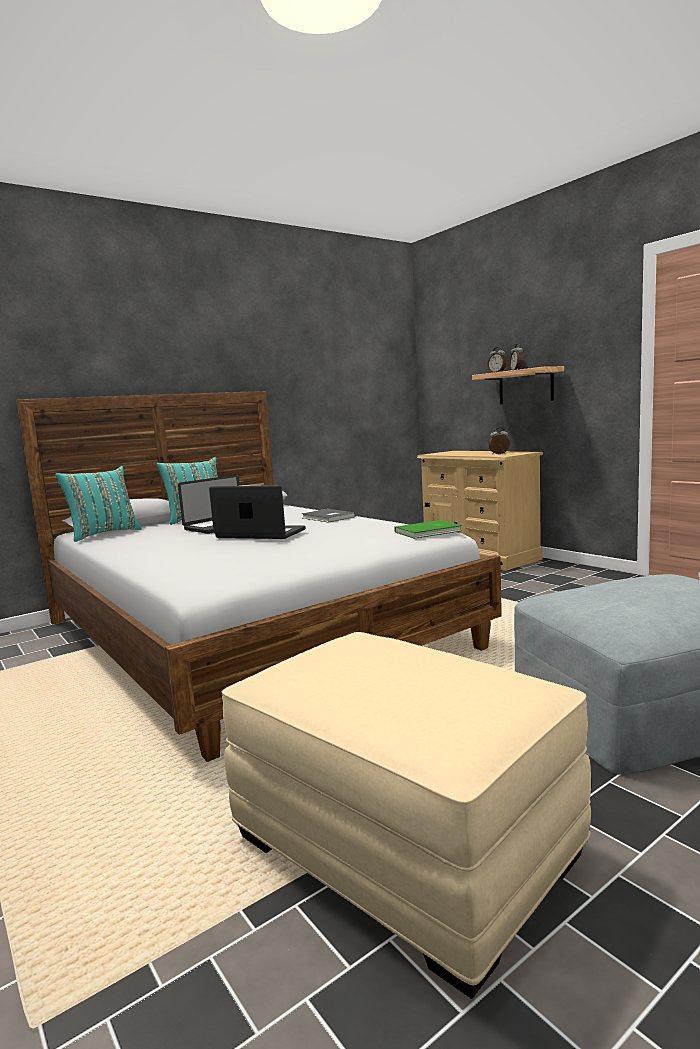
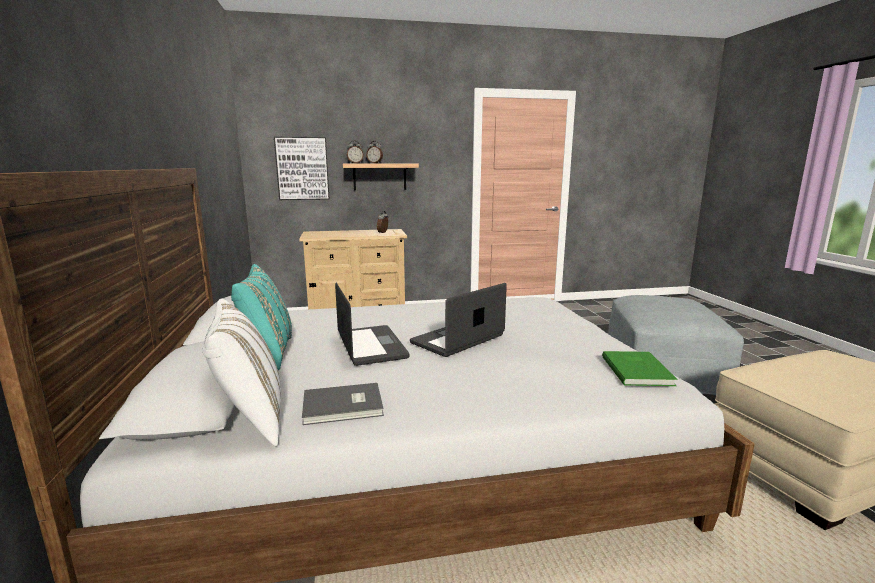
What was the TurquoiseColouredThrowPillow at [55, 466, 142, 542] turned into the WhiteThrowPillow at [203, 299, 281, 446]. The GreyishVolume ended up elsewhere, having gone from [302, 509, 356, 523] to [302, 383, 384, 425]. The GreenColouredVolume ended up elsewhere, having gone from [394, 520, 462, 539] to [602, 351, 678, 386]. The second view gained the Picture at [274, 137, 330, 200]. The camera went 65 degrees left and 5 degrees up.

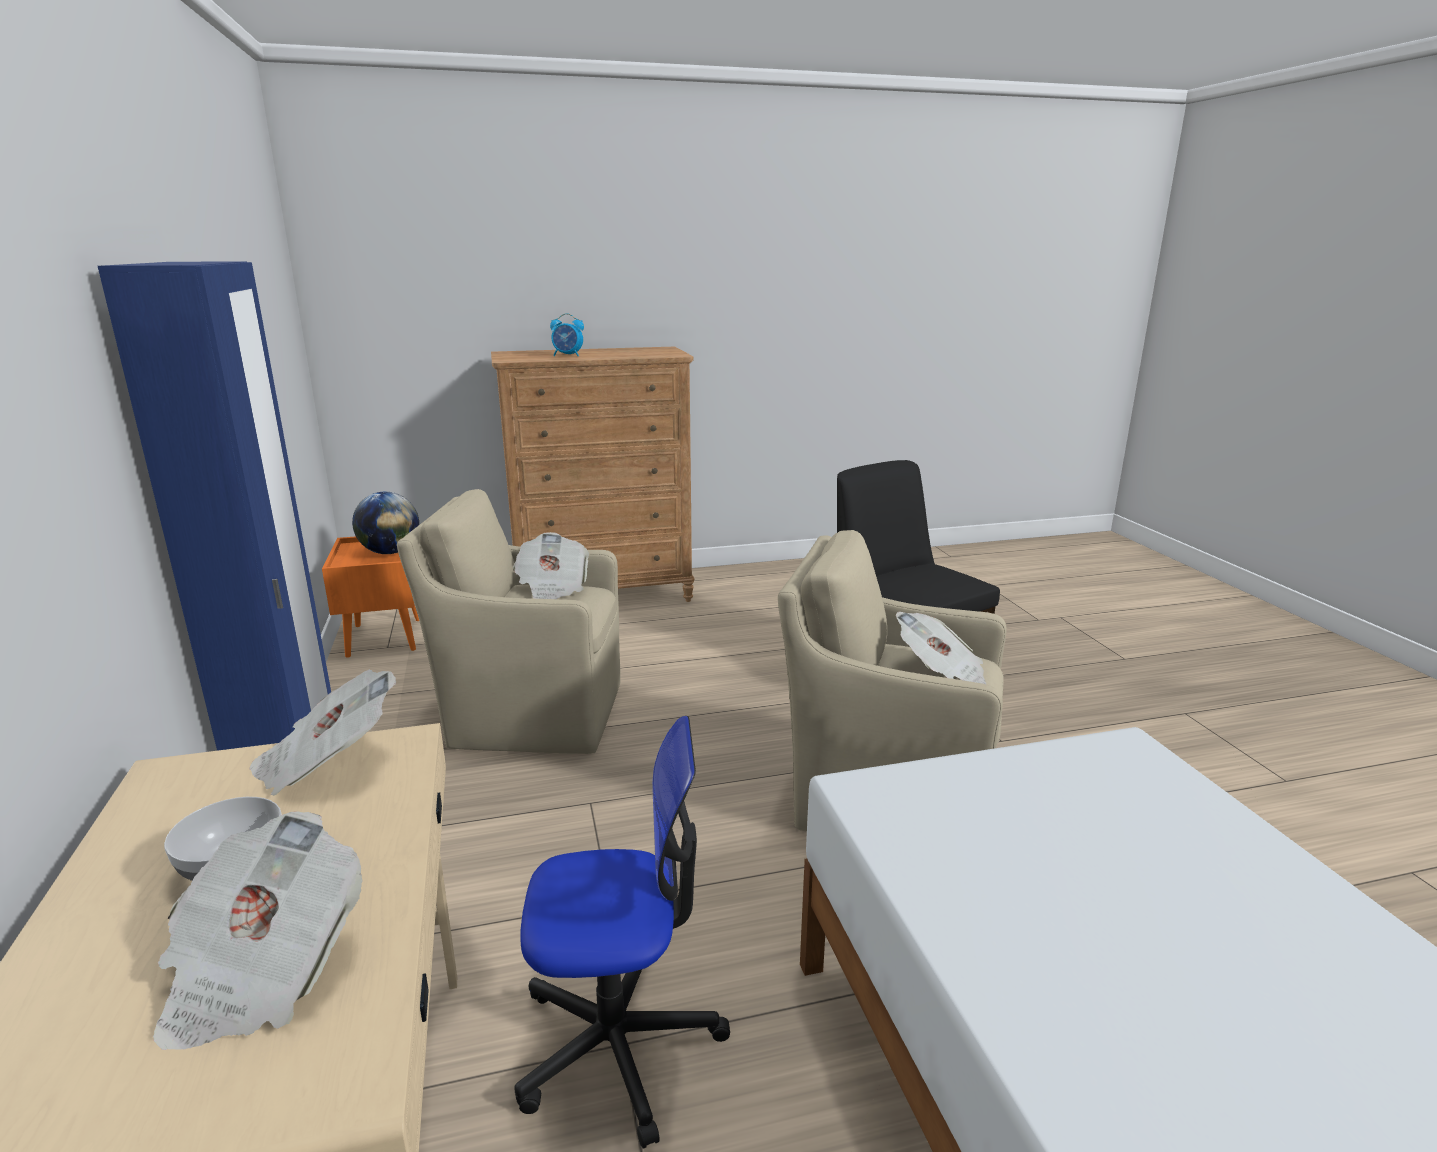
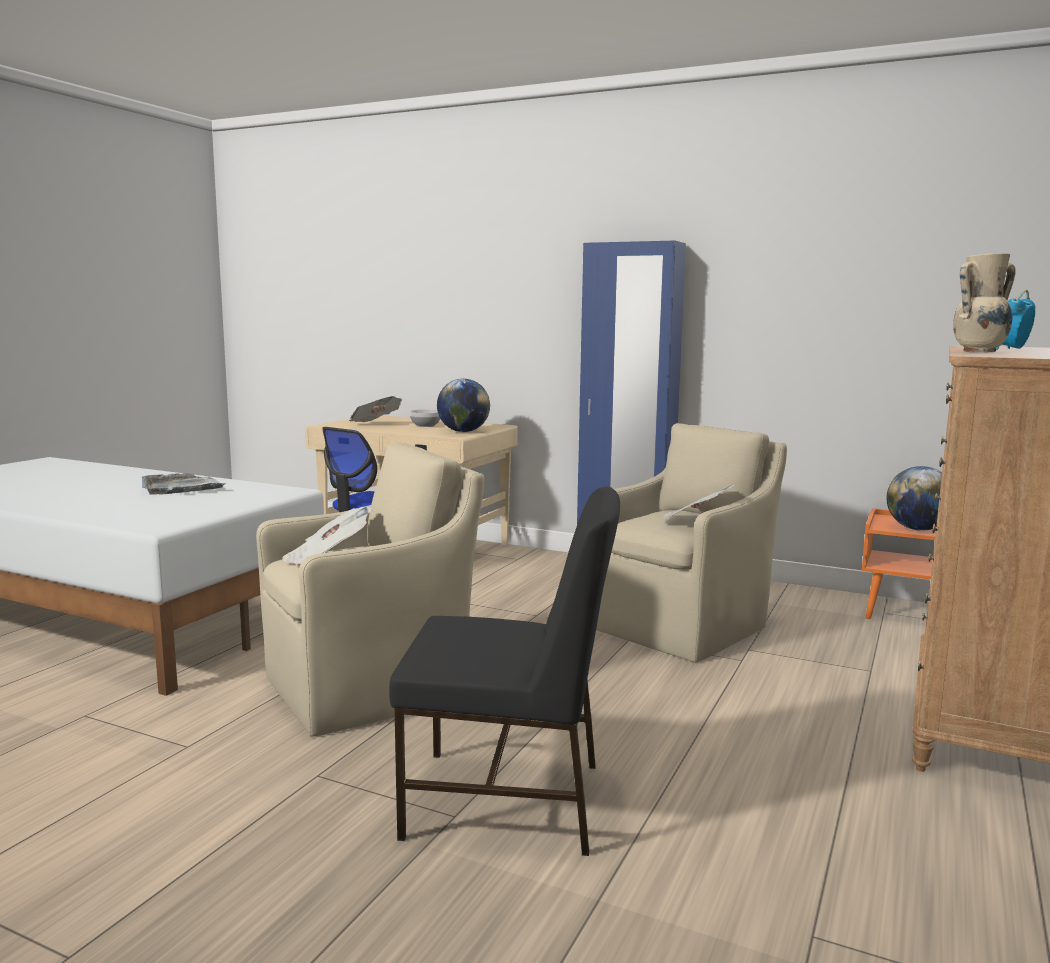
Where the PrintedPaper stood at [249, 669, 396, 796], the DeskGlobe came to stand at [437, 379, 490, 432]. The second view gained the BeigeFlowerVase at [953, 253, 1016, 352]. The second view gained the GreyishServingTray at [142, 473, 225, 495]. The camera went 130 degrees right and 10 degrees down.

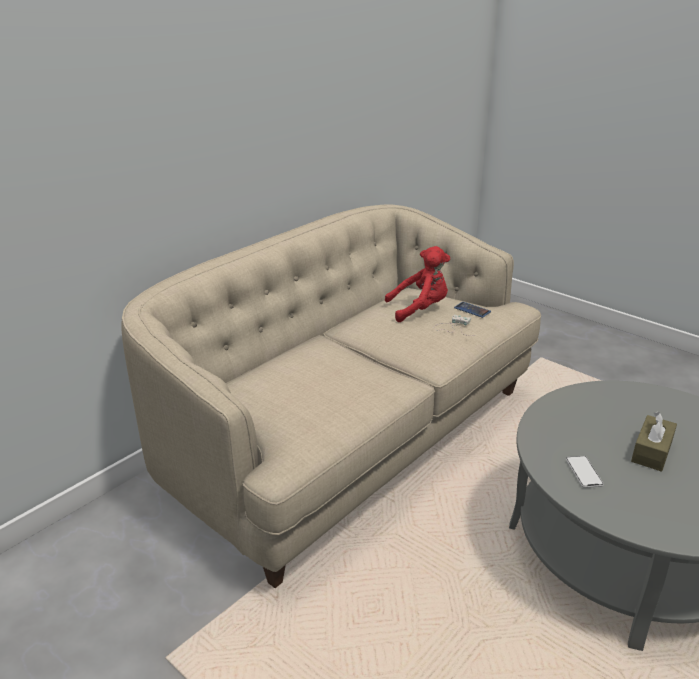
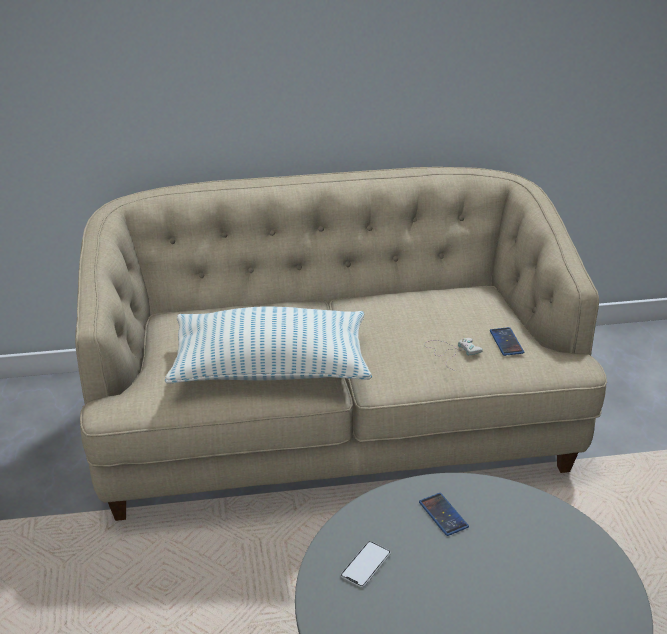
The second view lost the ReddishCuddlyToy at [385, 246, 450, 322]. The second view lost the BrownColouredBoxOfTissues at [631, 412, 677, 472]. The second view gained the ThrowPillow at [165, 306, 372, 384]. The second view gained the Telephone at [419, 493, 469, 536]. The camera went 40 degrees right and 5 degrees up.

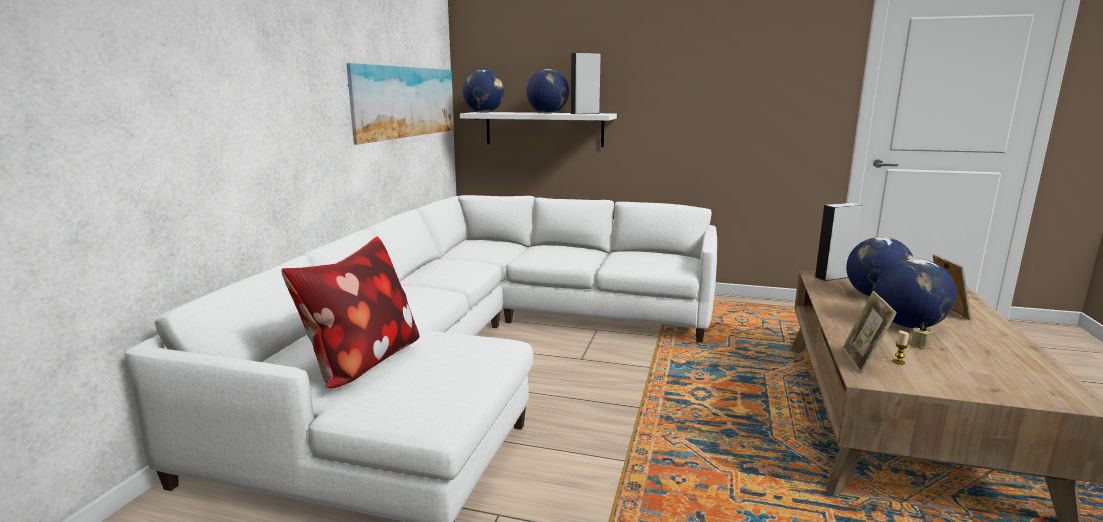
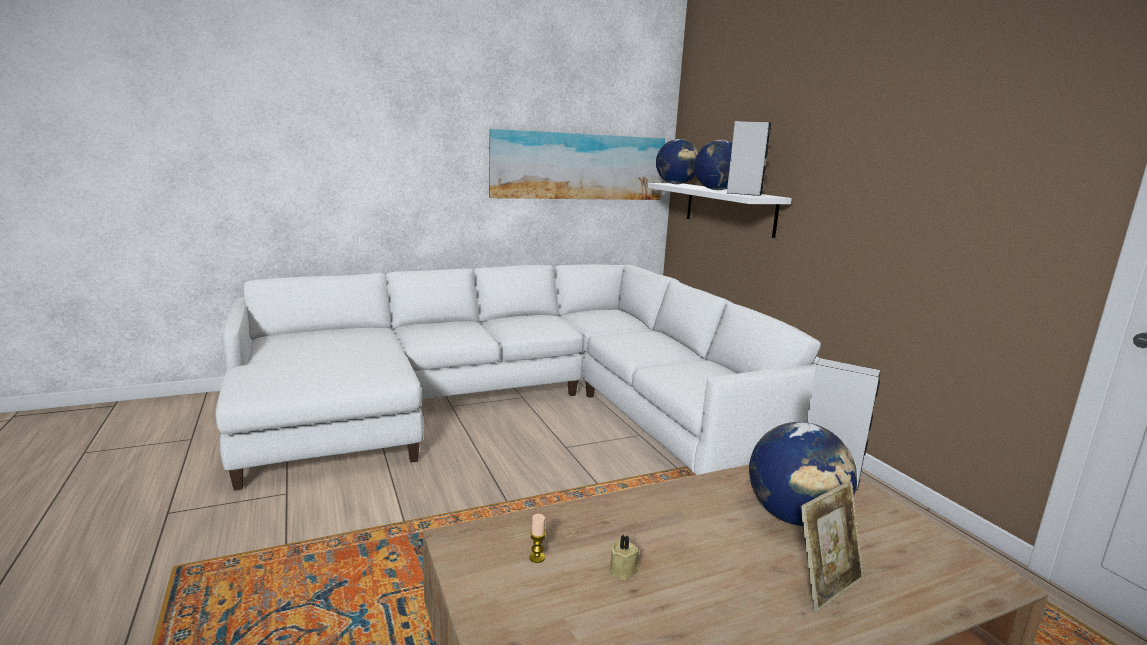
The second view lost the ThrowPillow at [281, 236, 420, 388]. The second view lost the DeskGlobe at [875, 258, 956, 328]. The second view lost the PhotoFrame at [842, 291, 897, 374]. The camera went 50 degrees right and 0 degrees up.

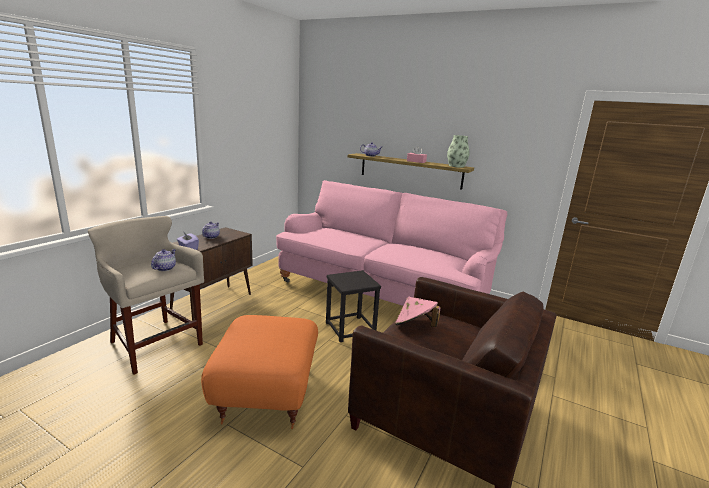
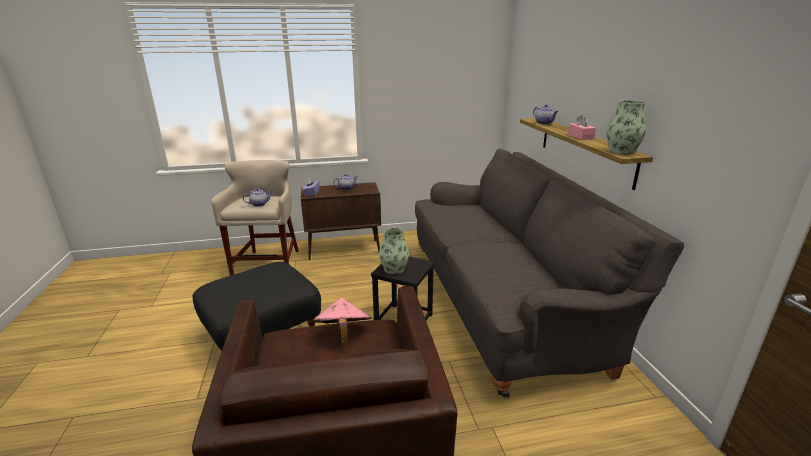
What was the PinkColouredCouch at [276, 180, 507, 306] turned into the GreyishCouch at [415, 148, 684, 399]. What was the OrangeColouredFootrest at [201, 315, 318, 429] turned into the BlackishFootrest at [192, 262, 321, 350]. The second view gained the FlowerVase at [379, 228, 409, 274]. The camera went 50 degrees right and 5 degrees up.

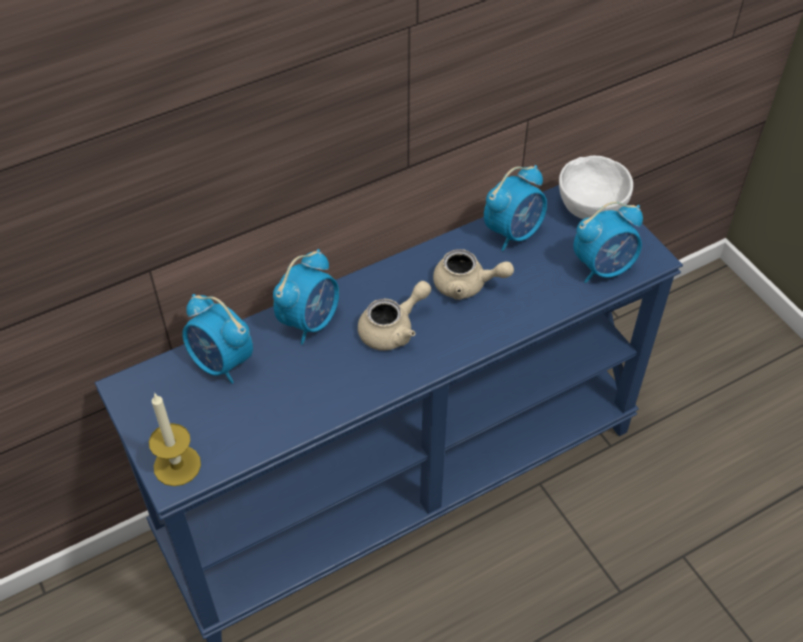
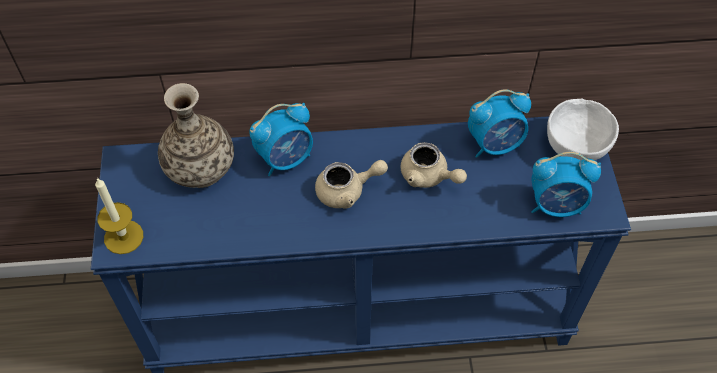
Where the TableClock stood at [182, 294, 253, 384], the FlowerVase came to stand at [158, 83, 234, 188]. The camera went 25 degrees right and 5 degrees up.

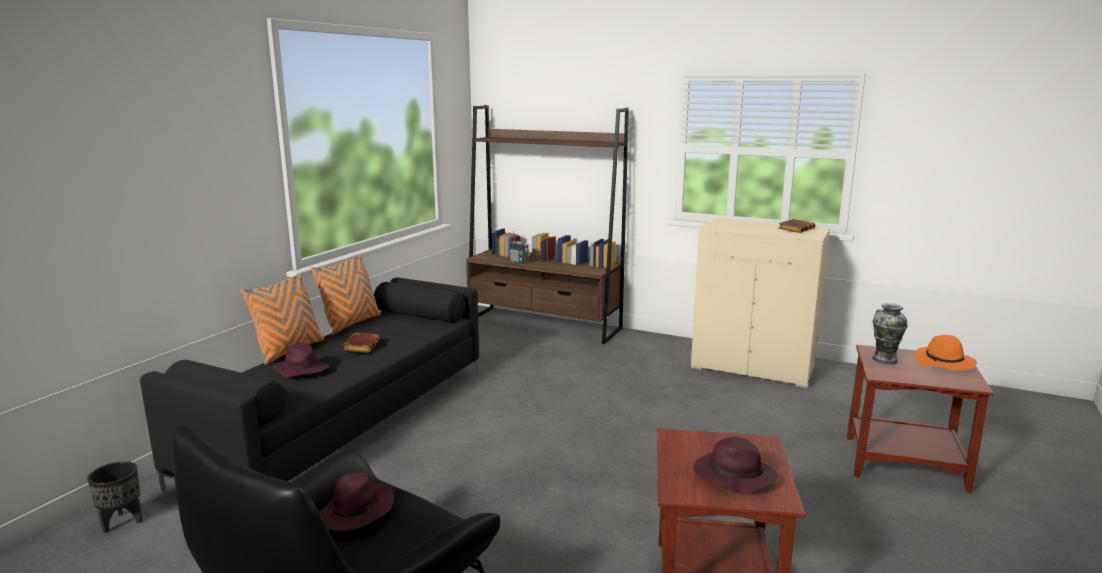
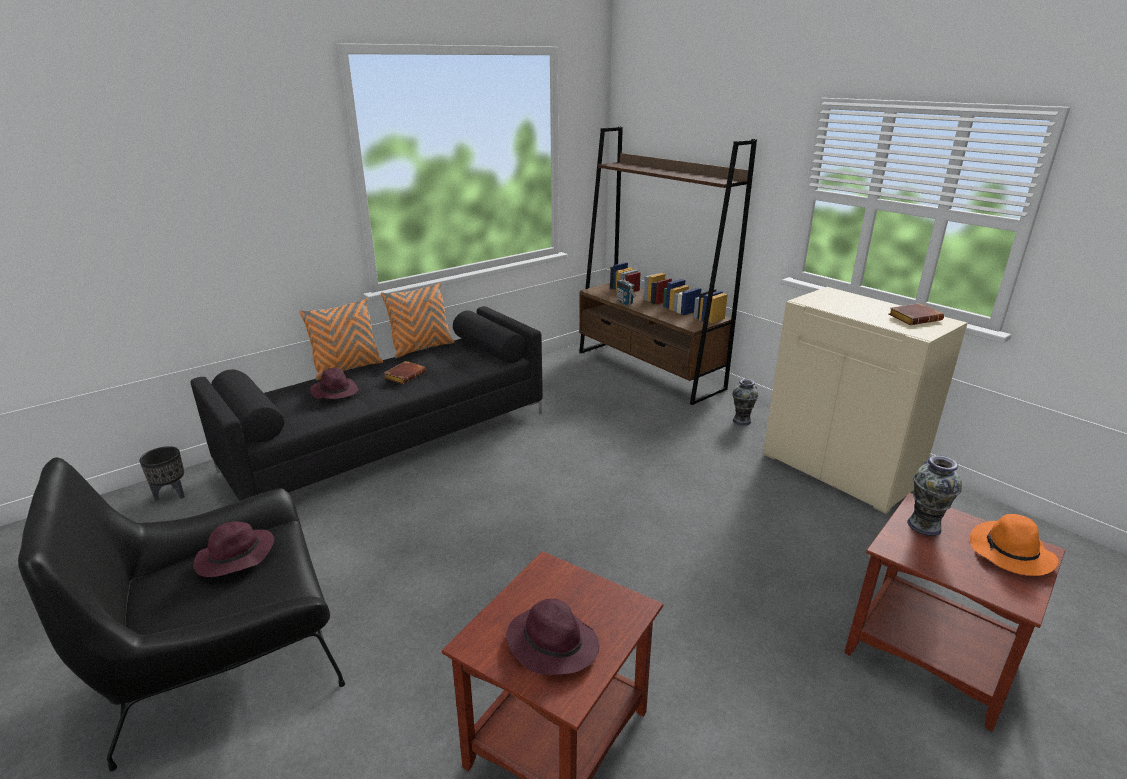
The second view gained the FlowerVase at [732, 379, 758, 426]. The camera went 25 degrees right and 10 degrees up.

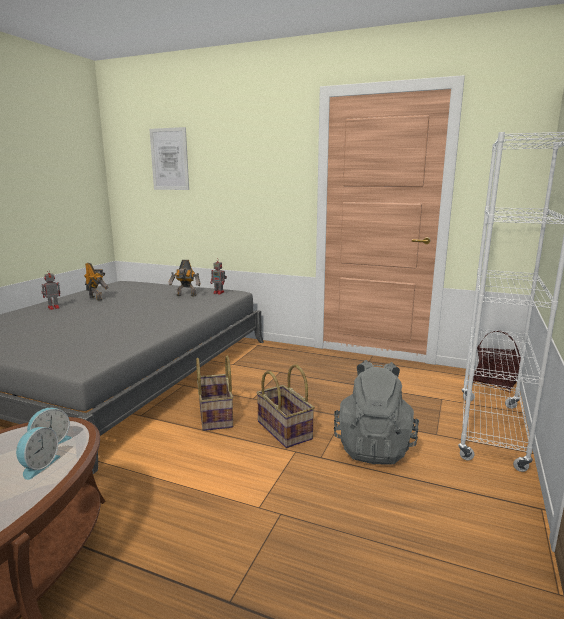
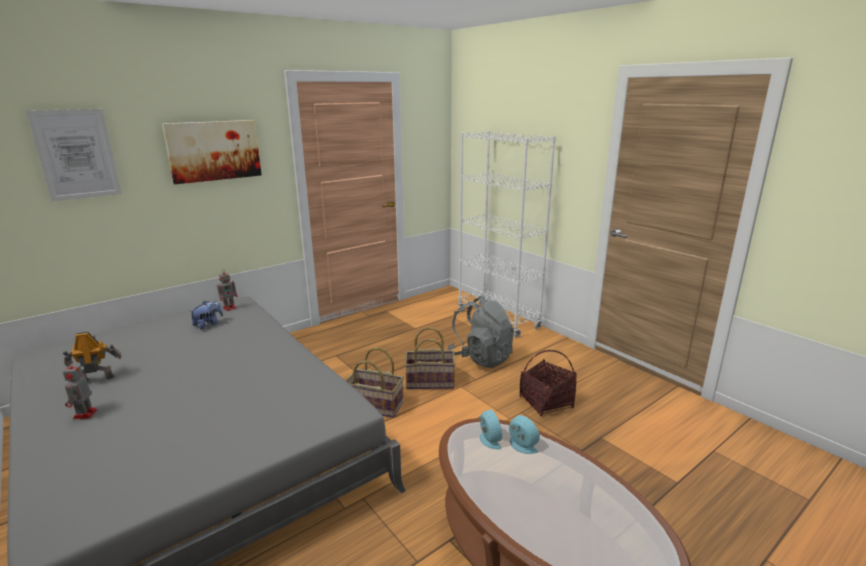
Where the ToyRobot stood at [169, 260, 201, 297], the CuddlyToy came to stand at [190, 301, 223, 330]. The StorageBasket ended up elsewhere, having gone from [473, 330, 521, 392] to [520, 350, 577, 416]. The second view gained the Picture at [162, 120, 262, 184]. The camera went 60 degrees left and 5 degrees up.

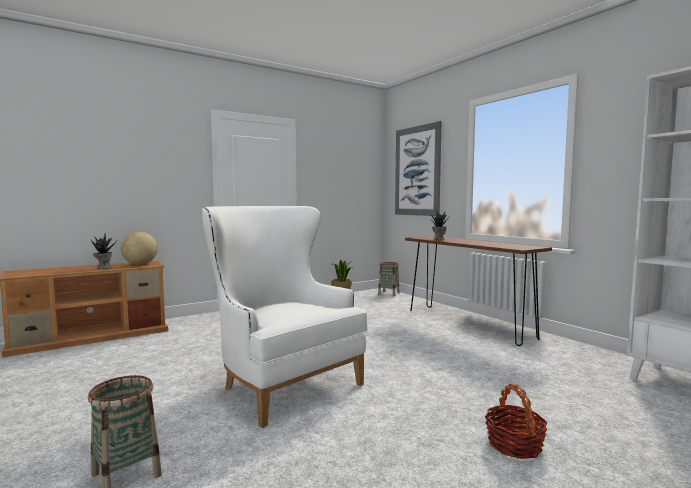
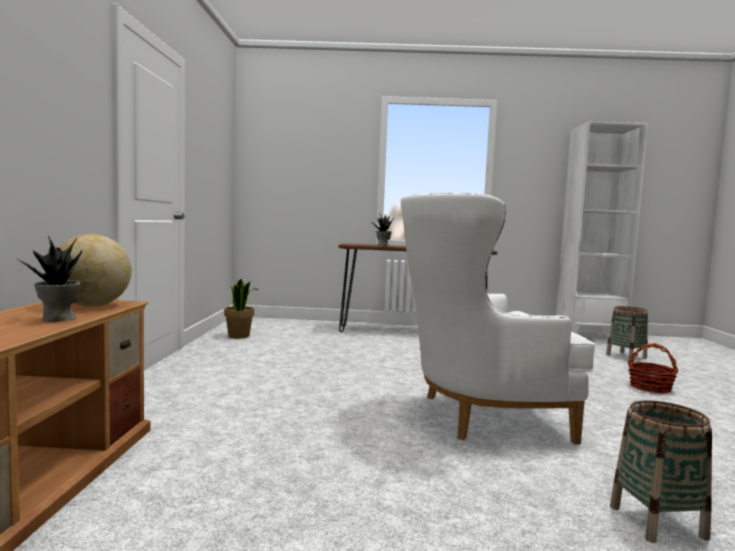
The second view lost the Picture at [395, 121, 442, 216]. The StorageBasket ended up elsewhere, having gone from [378, 262, 400, 296] to [606, 306, 648, 361]. The camera went 55 degrees left and 0 degrees up.

